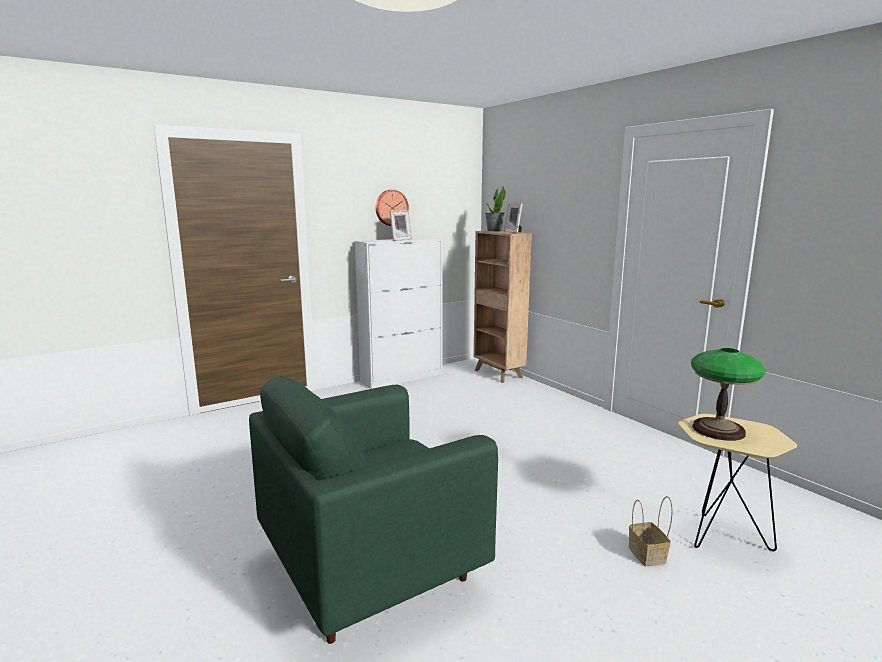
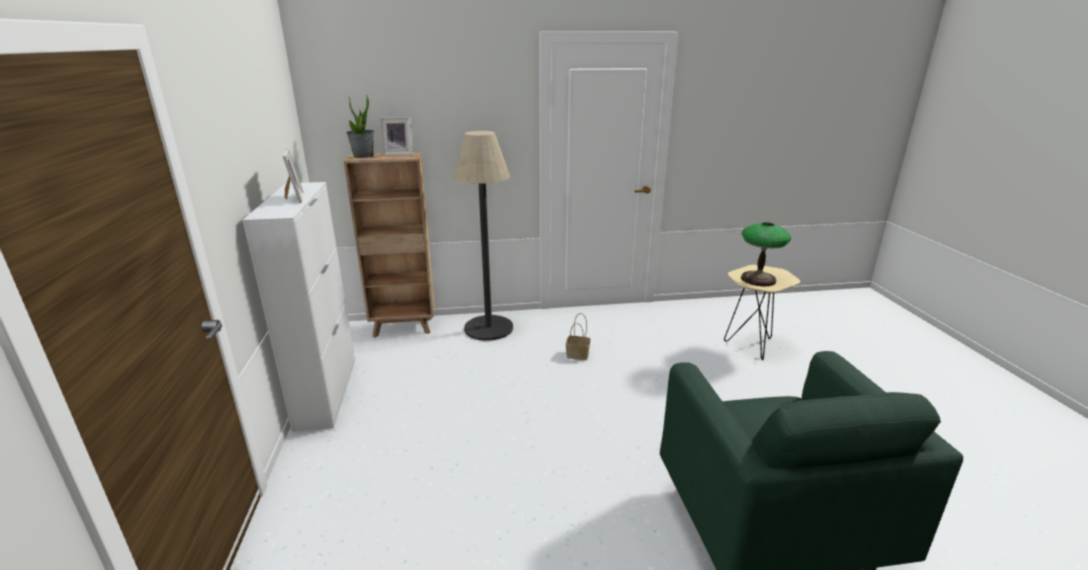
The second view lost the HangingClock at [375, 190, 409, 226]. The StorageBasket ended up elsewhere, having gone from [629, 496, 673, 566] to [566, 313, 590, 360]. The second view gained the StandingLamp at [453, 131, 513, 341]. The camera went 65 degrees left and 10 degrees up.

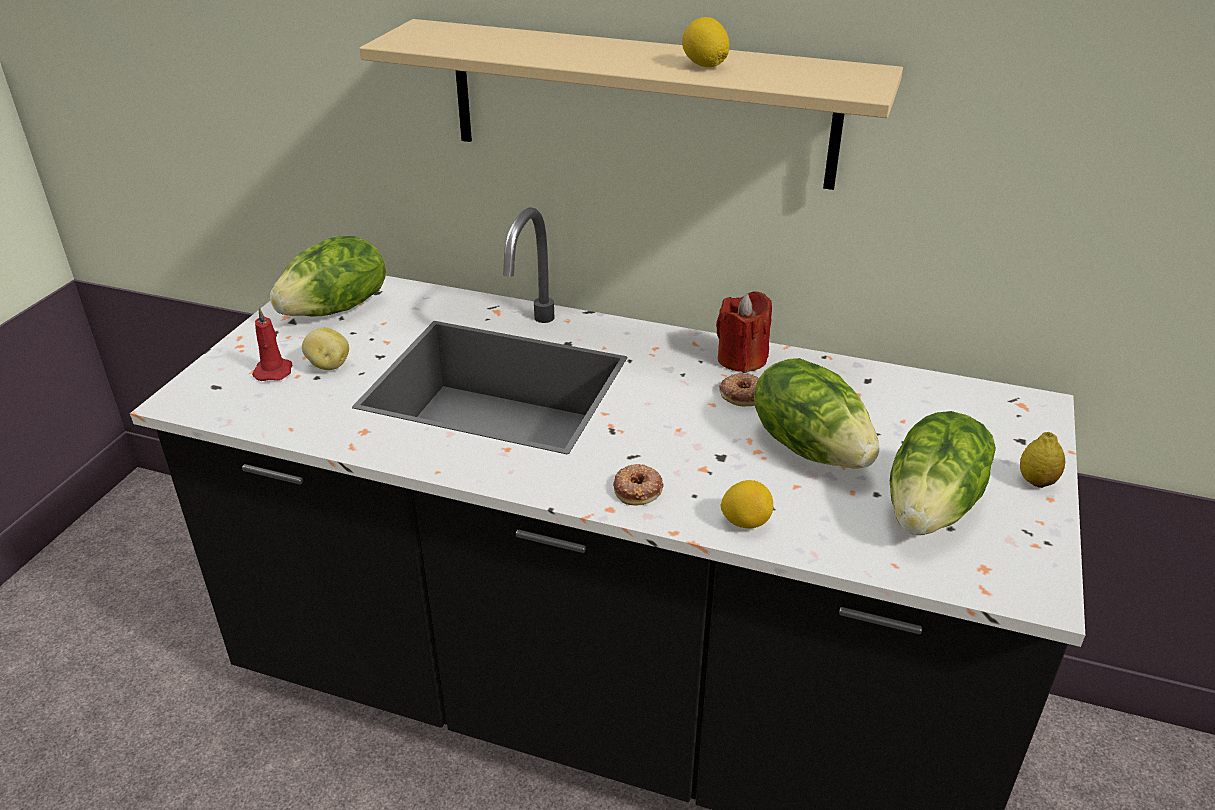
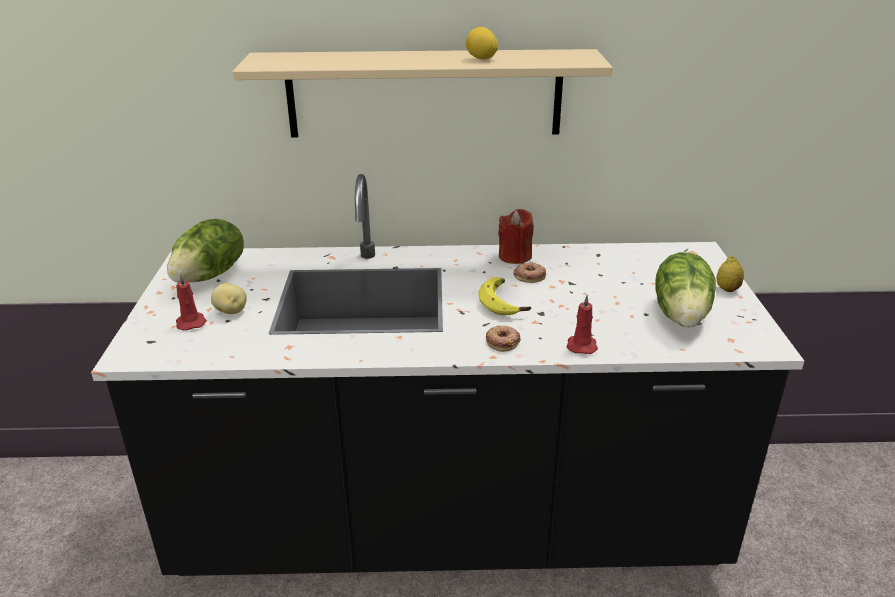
The second view lost the LettuceHead at [754, 358, 879, 469]. Where the WholeLemon stood at [720, 480, 773, 528], the ReddishWaxLight came to stand at [567, 295, 598, 354]. The second view gained the Banana at [478, 277, 531, 315]. The camera went 20 degrees left and 5 degrees down.

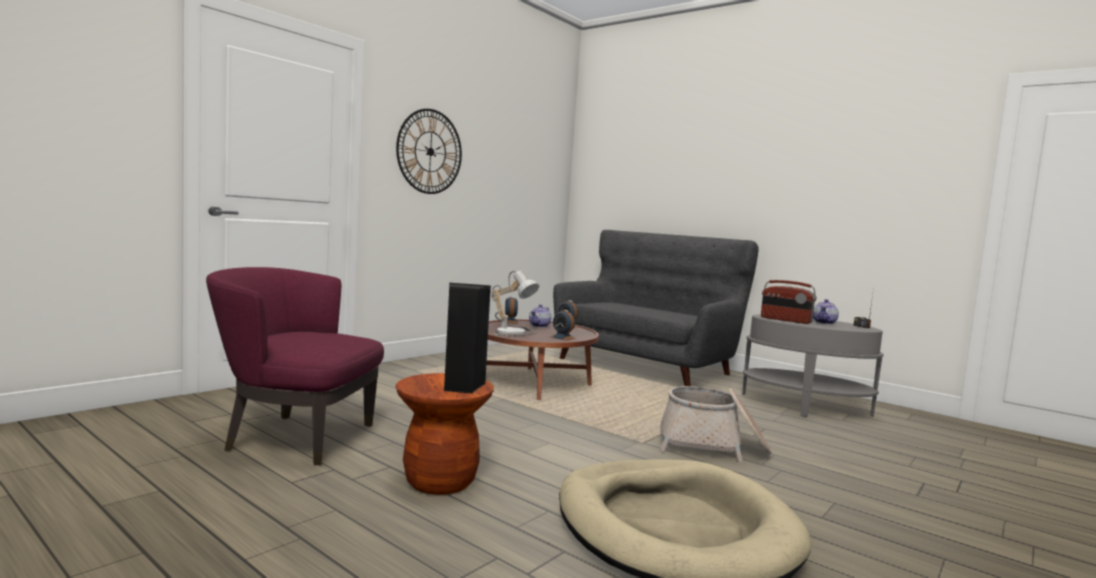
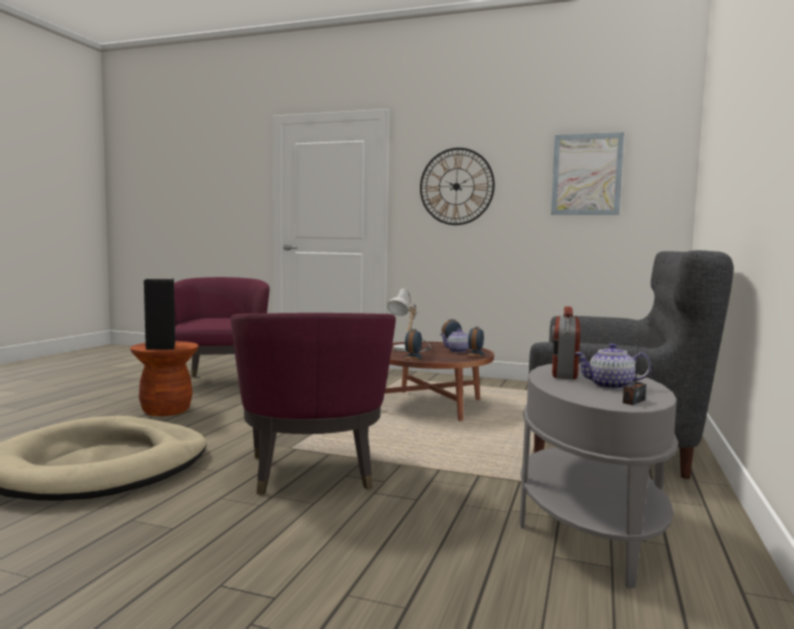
Where the StorageBasket stood at [660, 386, 772, 461], the PurpleArmchair came to stand at [231, 313, 396, 495]. The second view gained the Picture at [551, 132, 624, 215]. The camera went 70 degrees right and 0 degrees up.

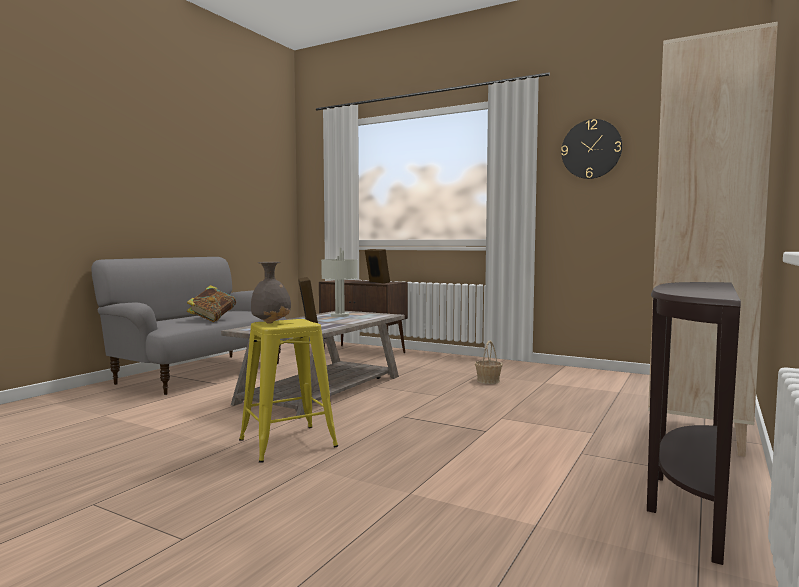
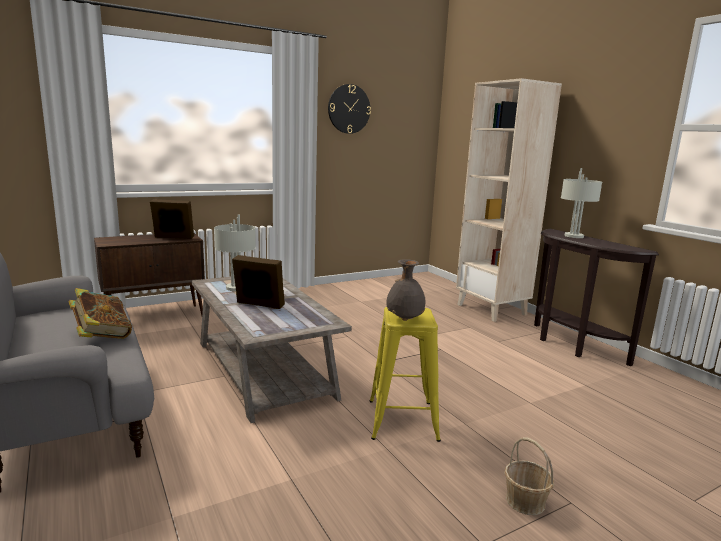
The StorageBasket ended up elsewhere, having gone from [475, 341, 503, 384] to [504, 437, 554, 515]. The second view gained the GreyishTableLamp at [561, 168, 602, 238]. The camera went 60 degrees left and 10 degrees up.

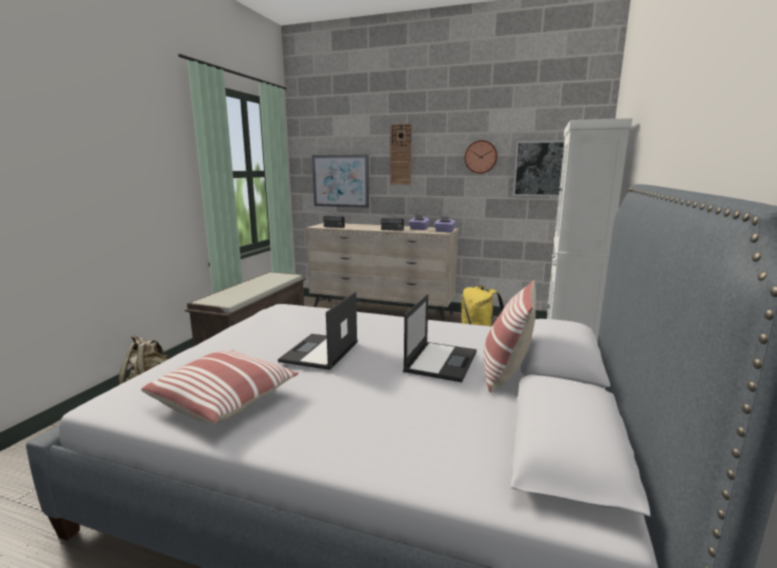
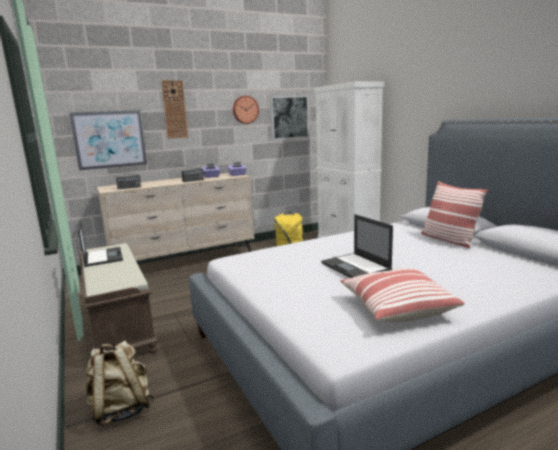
The PortableComputer ended up elsewhere, having gone from [403, 294, 477, 382] to [78, 221, 123, 267]. The camera went 45 degrees left and 0 degrees up.

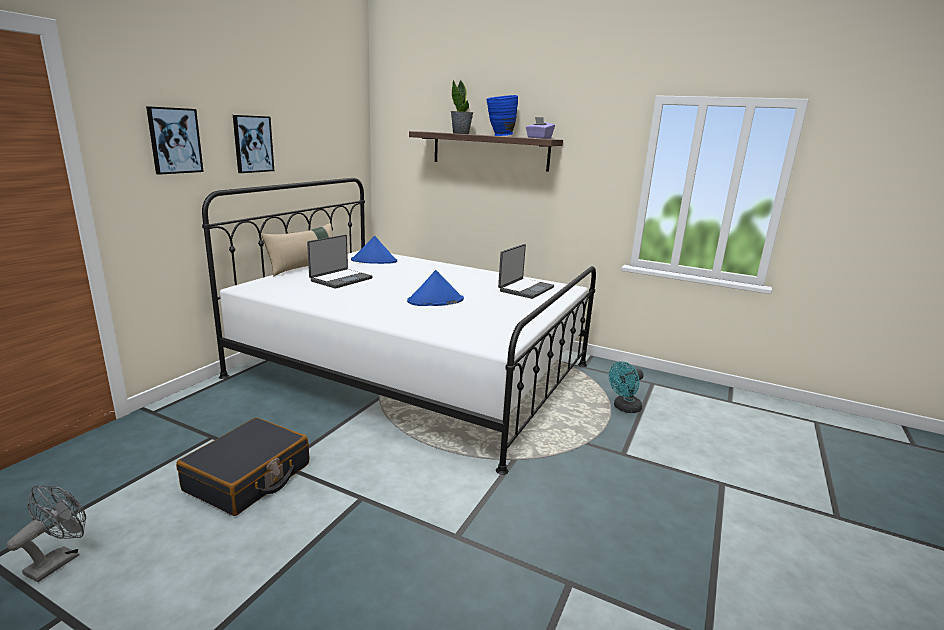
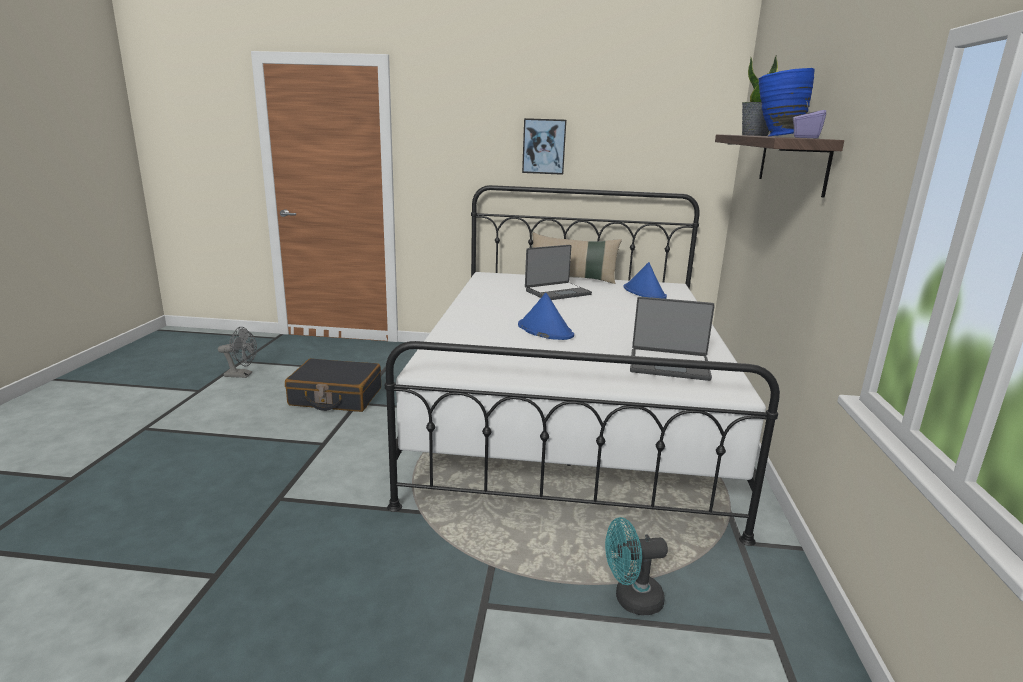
The second view lost the Picture at [146, 106, 204, 175]. The PortableComputer at [307, 235, 373, 288] ended up facing another way, 45 degrees counterclockwise from before. The TurquoiseColouredElectricFan at [609, 361, 644, 413] ended up facing another way, 45 degrees counterclockwise from before. The camera went 70 degrees right and 0 degrees up.

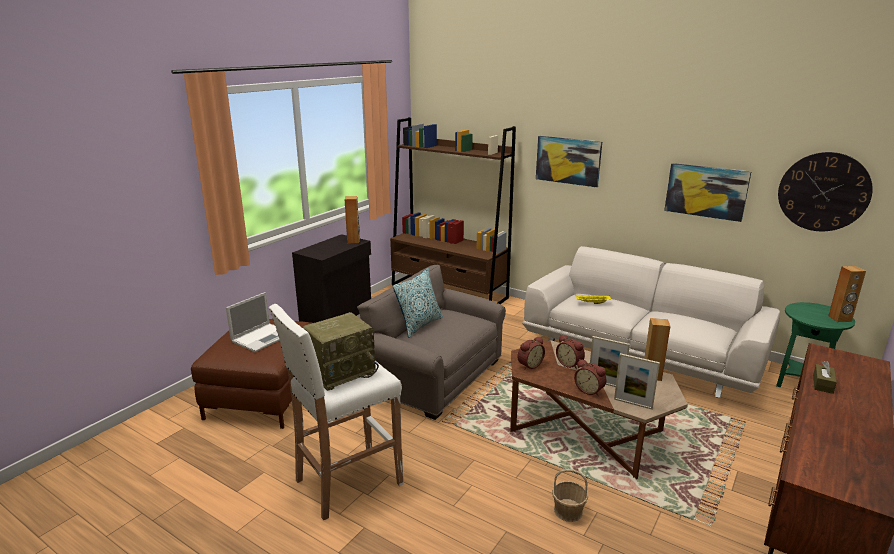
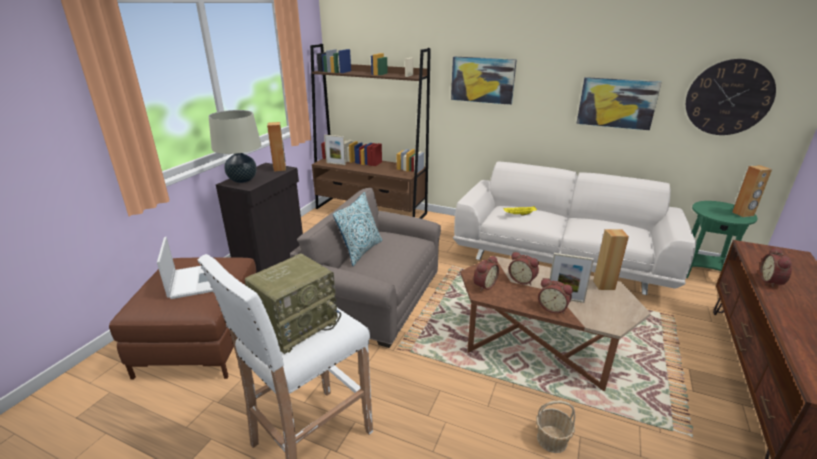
The PortableComputer at [226, 292, 280, 352] ended up facing another way, 45 degrees counterclockwise from before. The PhotoFrame ended up elsewhere, having gone from [614, 353, 660, 409] to [324, 135, 346, 165]. Where the BrownColouredBoxOfTissues stood at [813, 361, 837, 394], the TableClock came to stand at [760, 247, 792, 288]. The second view gained the BeigeTableLamp at [209, 110, 261, 183]. The camera went 10 degrees left and 5 degrees up.

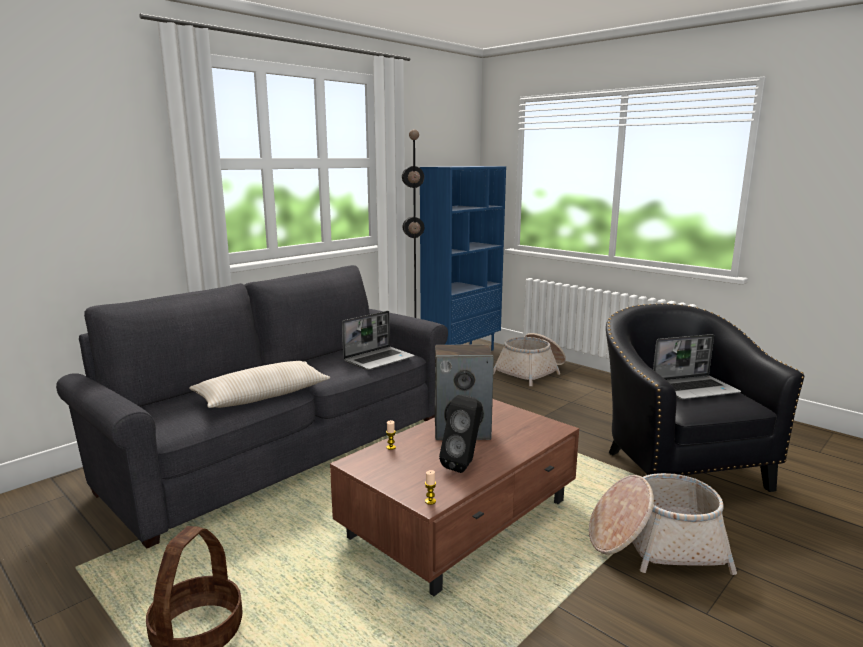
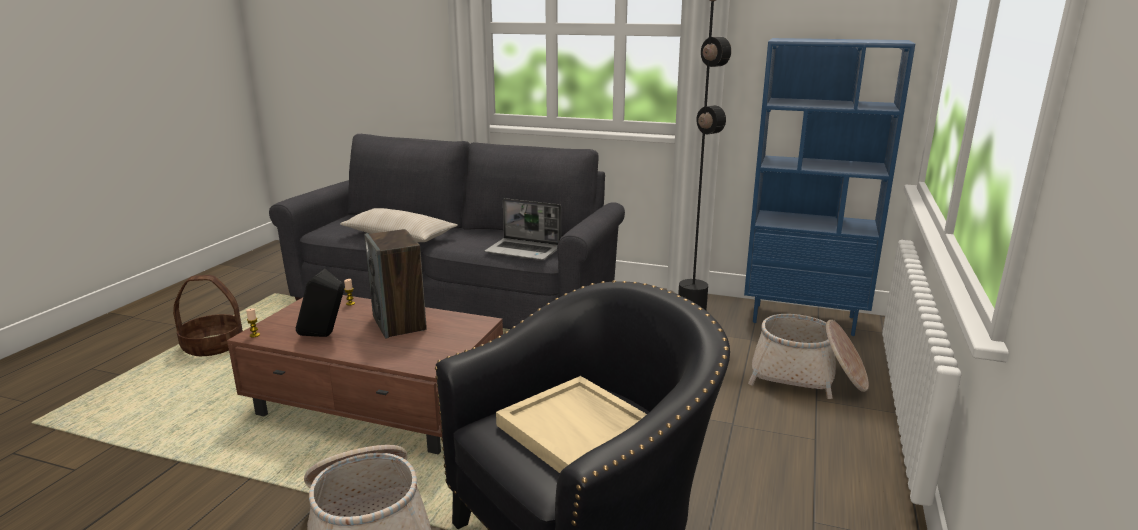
Where the PortableComputer stood at [653, 334, 741, 399], the BeigeServingTray came to stand at [496, 376, 647, 473]. The camera went 65 degrees right and 5 degrees up.

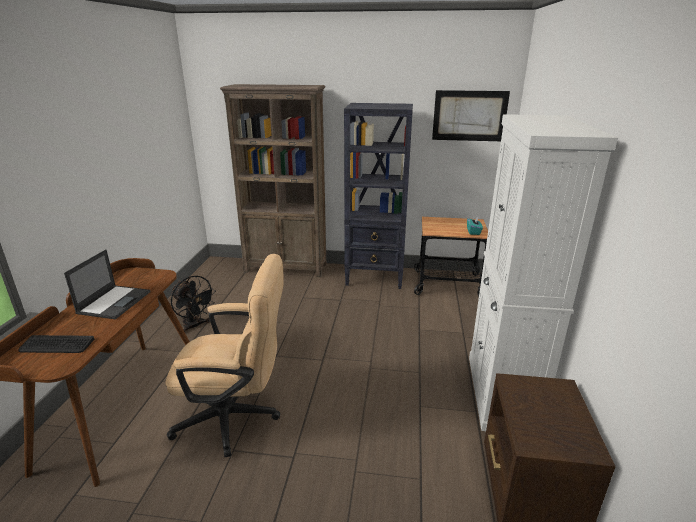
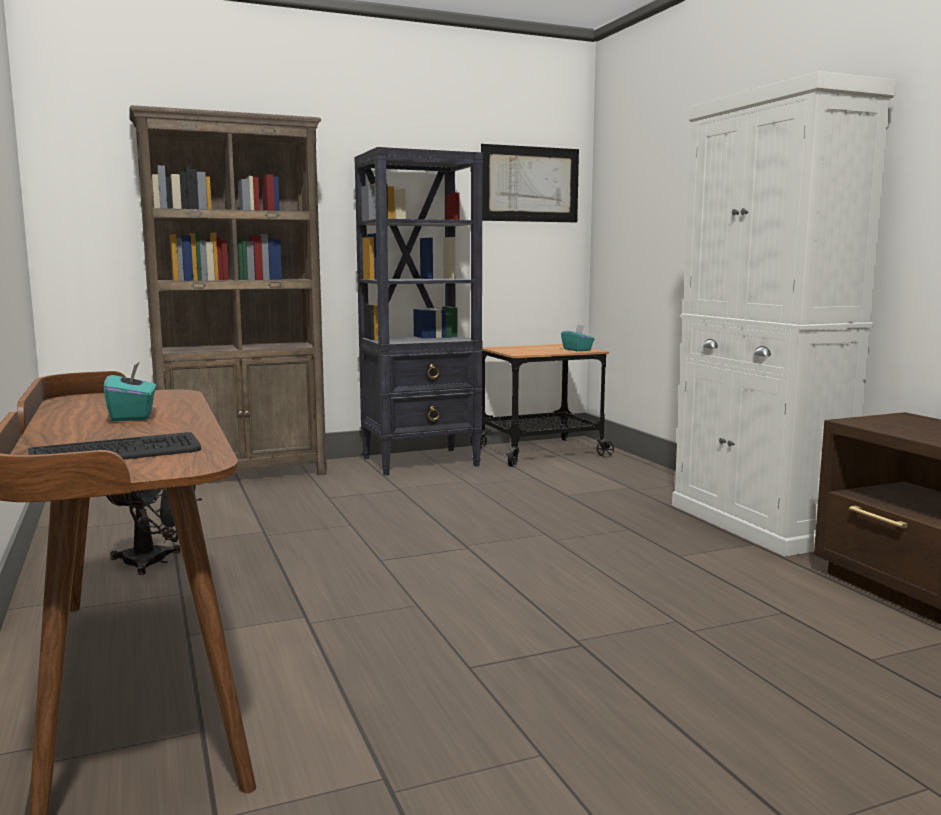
Where the PortableComputer stood at [64, 249, 150, 319], the TurquoiseColouredBoxOfTissues came to stand at [104, 362, 156, 421]. The second view lost the BeigeComputerChair at [165, 254, 284, 457]. The camera went 30 degrees left and 15 degrees down.

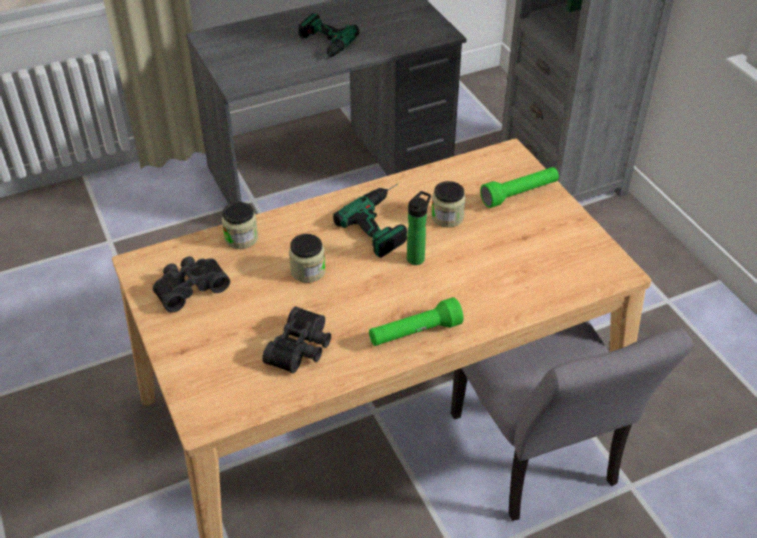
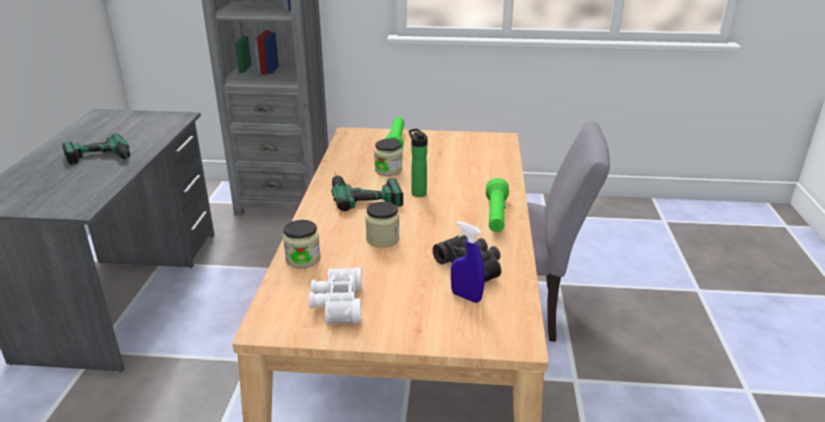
What was the BlackishPairOfBinoculars at [153, 256, 230, 313] turned into the WhitePairOfBinoculars at [309, 268, 362, 324]. The second view gained the BluishSprayer at [451, 221, 485, 303]. The camera went 60 degrees left and 15 degrees down.

